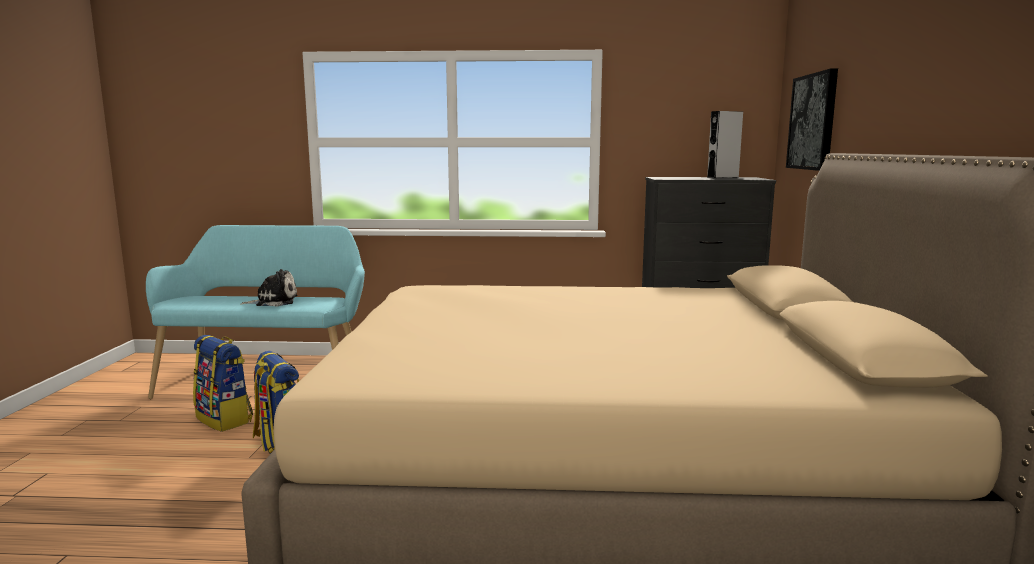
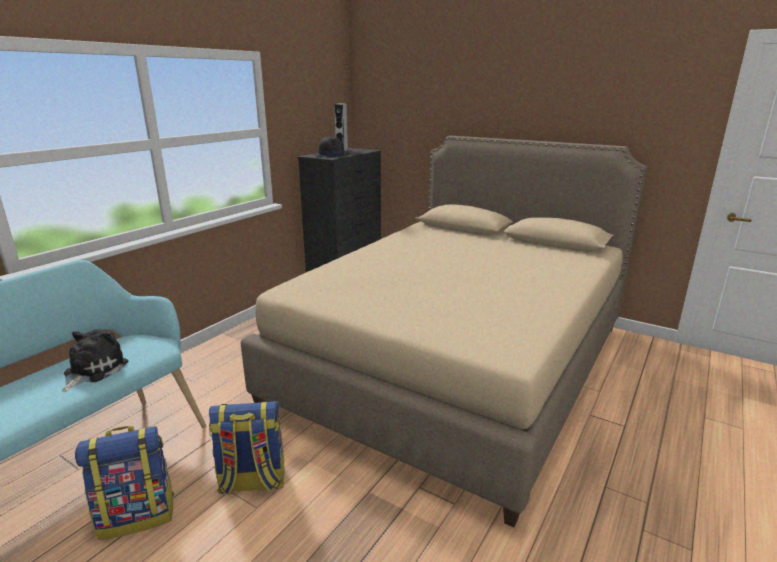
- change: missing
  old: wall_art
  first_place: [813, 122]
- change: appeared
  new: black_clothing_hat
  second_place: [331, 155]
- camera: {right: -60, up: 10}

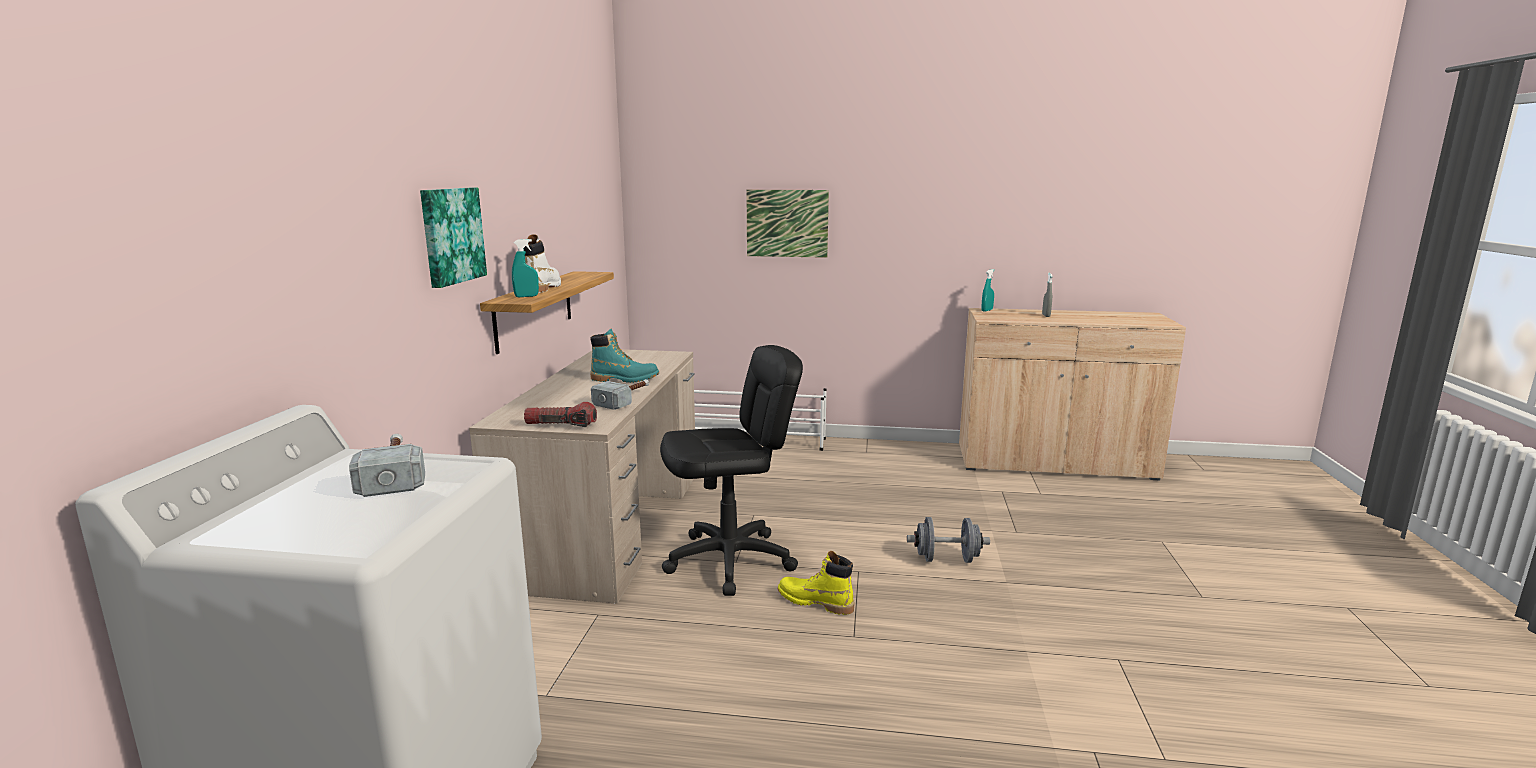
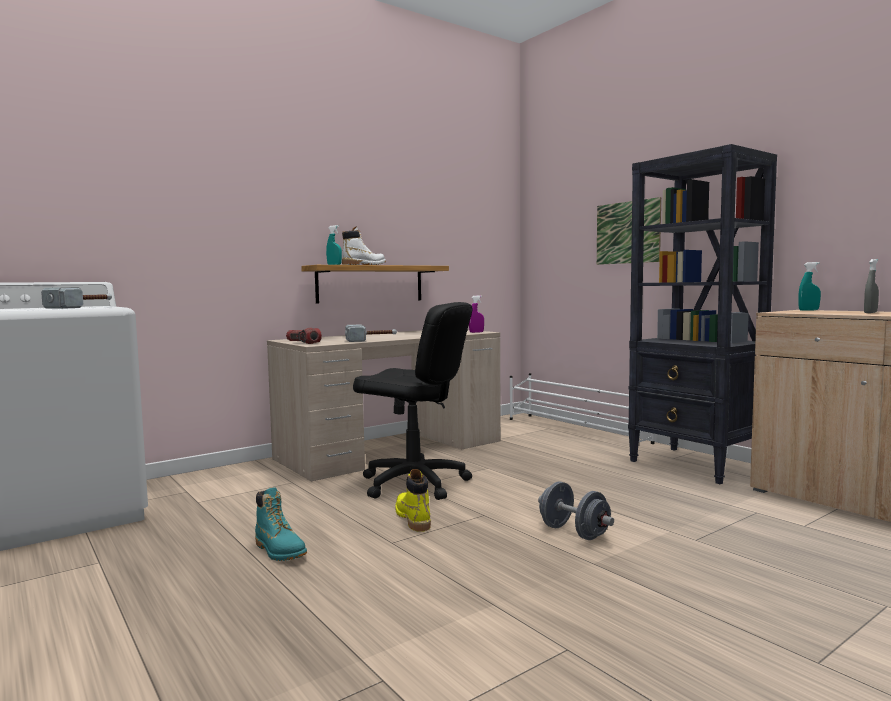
- change: missing
  old: wall_art
  first_place: [451, 235]
- change: appeared
  new: purple-coloured_spray_bottle
  second_place: [476, 332]
- change: appeared
  new: black_bookcase
  second_place: [695, 465]
- change: relocated
  old: turquoise_boot
  first_place: [625, 379]
  second_place: [280, 551]
- camera: {right: 45, up: -10}

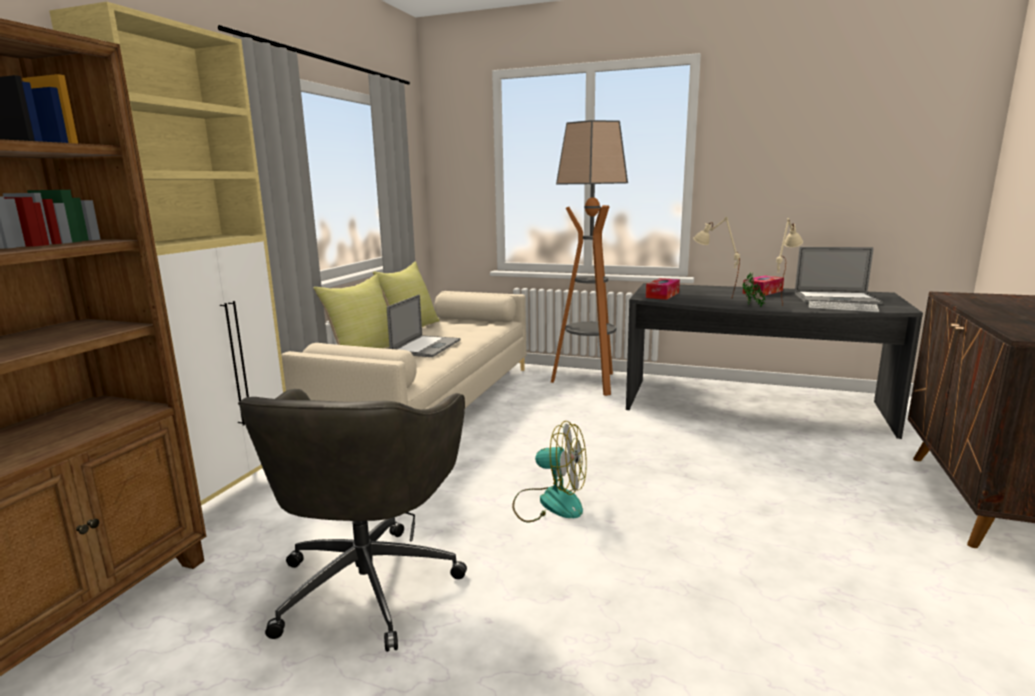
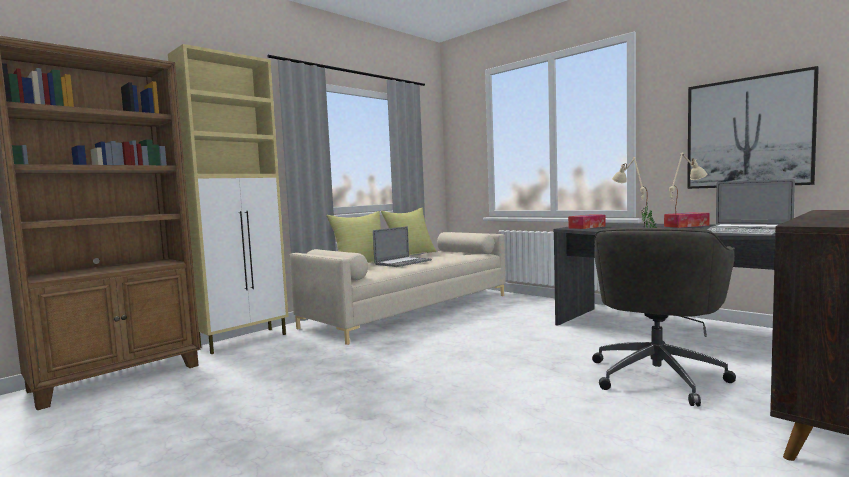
- change: missing
  old: electric_fan
  first_place: [550, 502]
- change: missing
  old: standard_lamp
  first_place: [589, 383]
- change: appeared
  new: wall_art
  second_place: [748, 133]
- change: relocated
  old: greyish_computer_chair
  first_place: [369, 582]
  second_place: [657, 376]
- camera: {right: 25, up: -10}

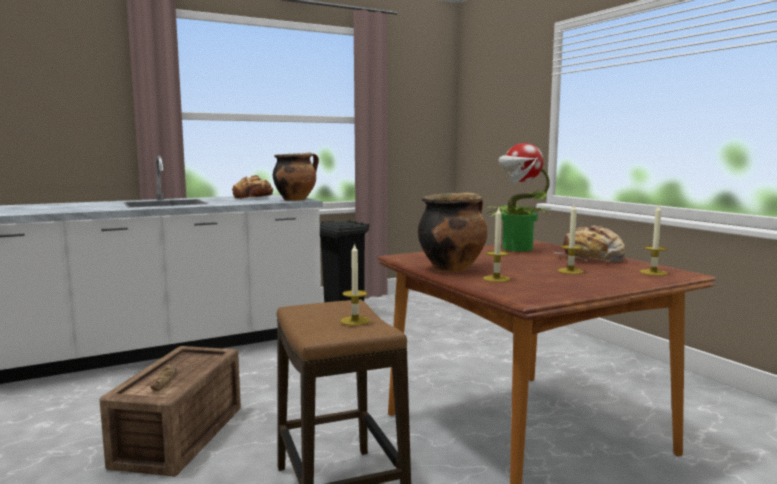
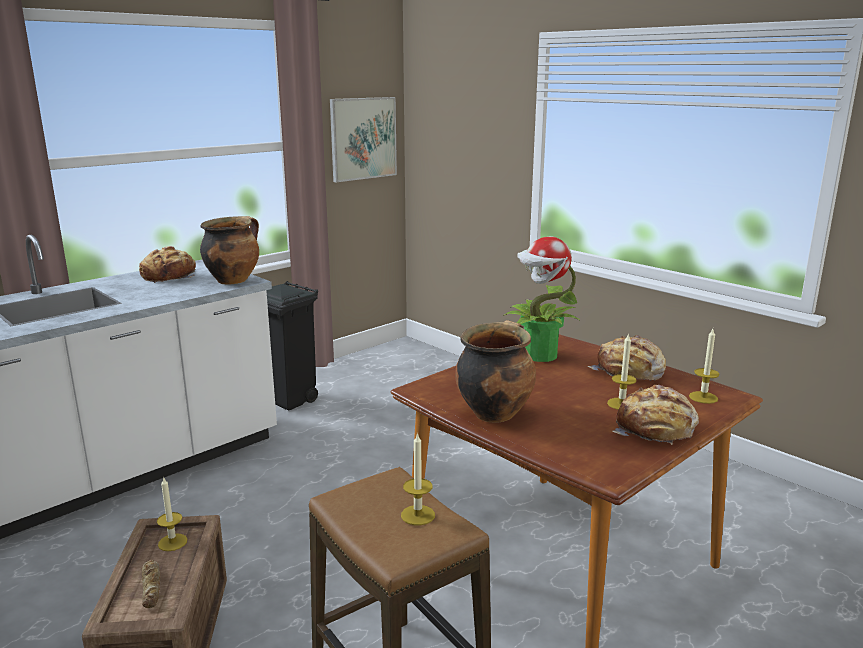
- change: appeared
  new: wall_art
  second_place: [363, 138]
- change: appeared
  new: bread
  second_place: [655, 429]
- change: relocated
  old: wax_candle
  first_place: [496, 279]
  second_place: [172, 542]
- camera: {right: -15, up: 10}

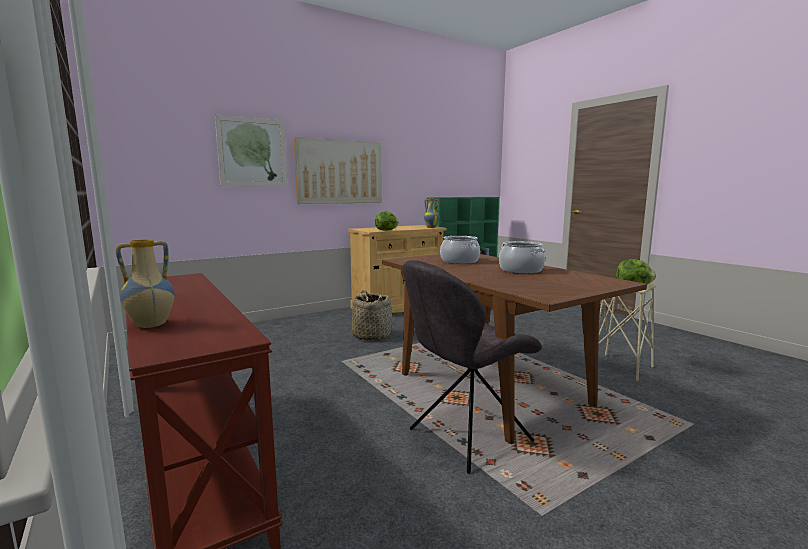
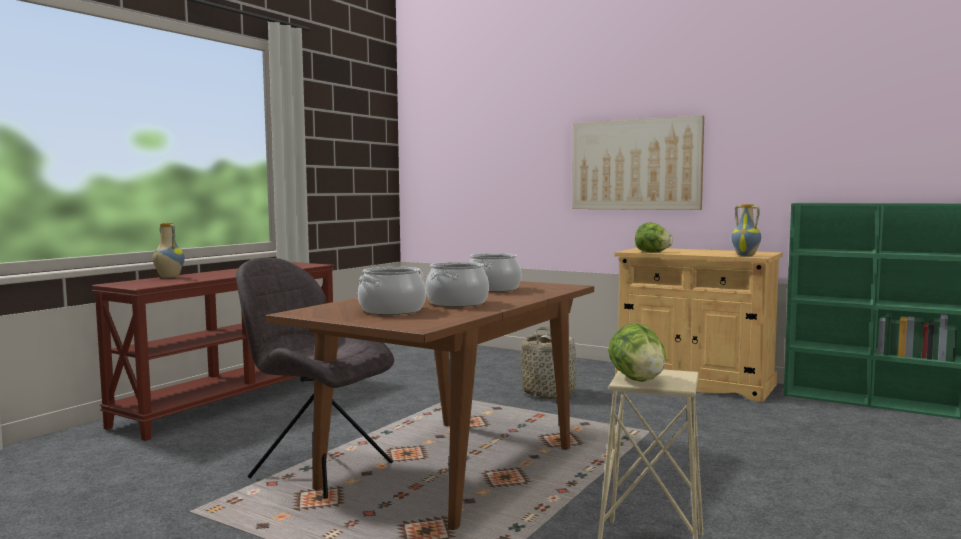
- change: missing
  old: wall_art
  first_place: [252, 152]
- change: appeared
  new: saucepot
  second_place: [392, 310]
- camera: {right: 65, up: -5}

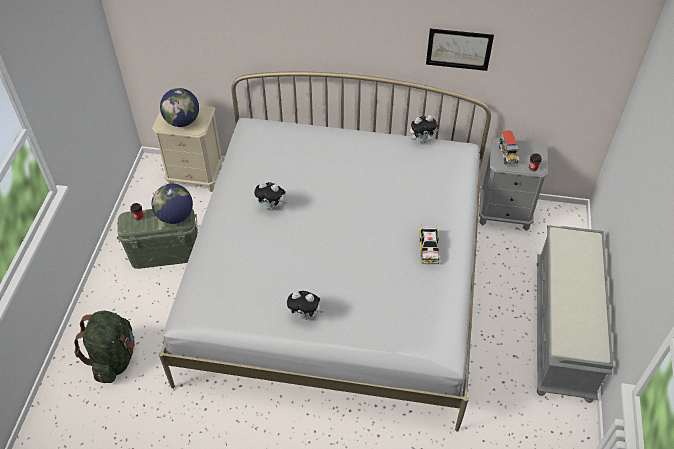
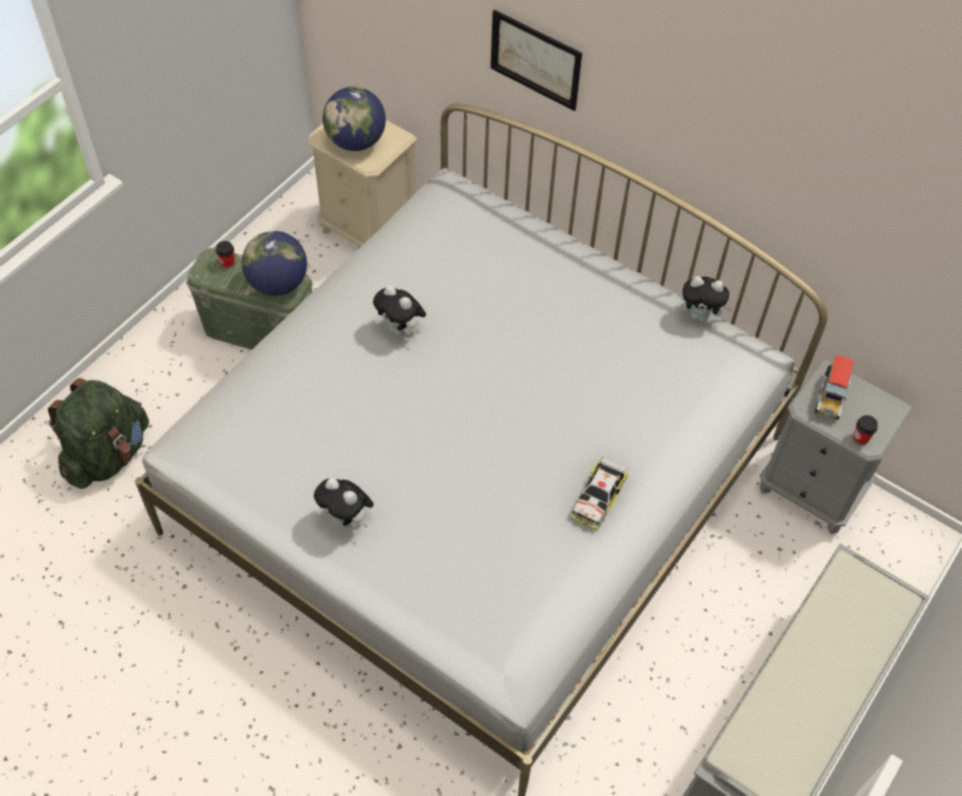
- change: relocated
  old: wall_art
  first_place: [459, 49]
  second_place: [535, 60]
- camera: {right: 25, up: 5}

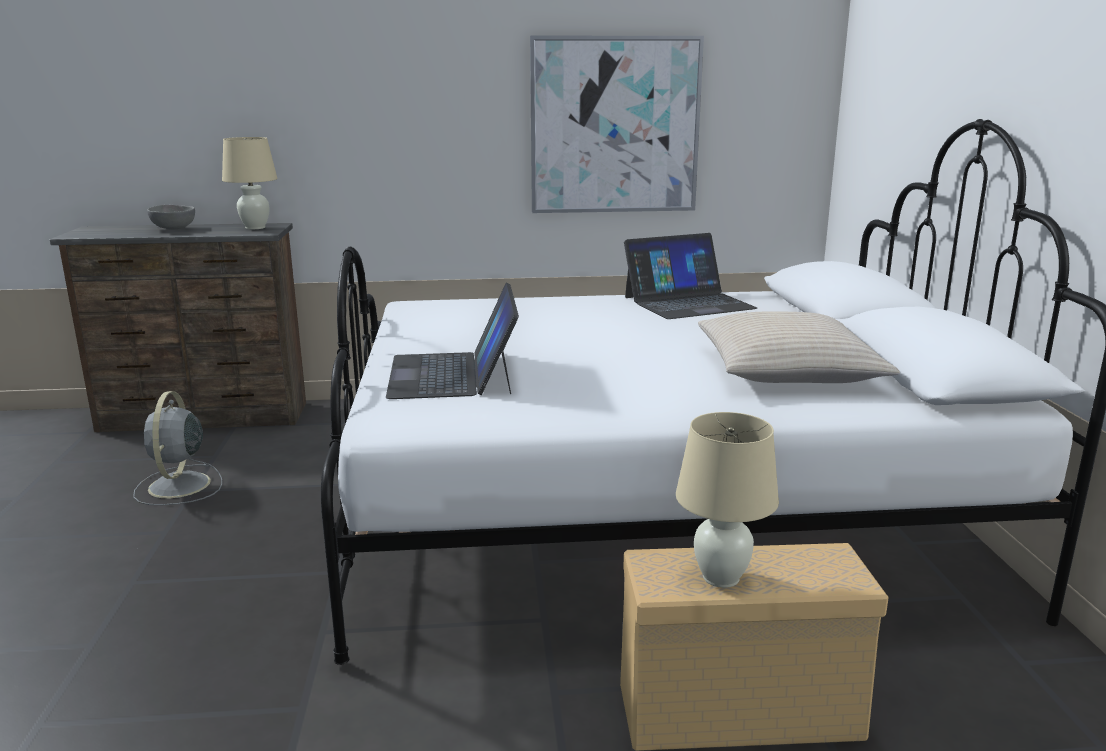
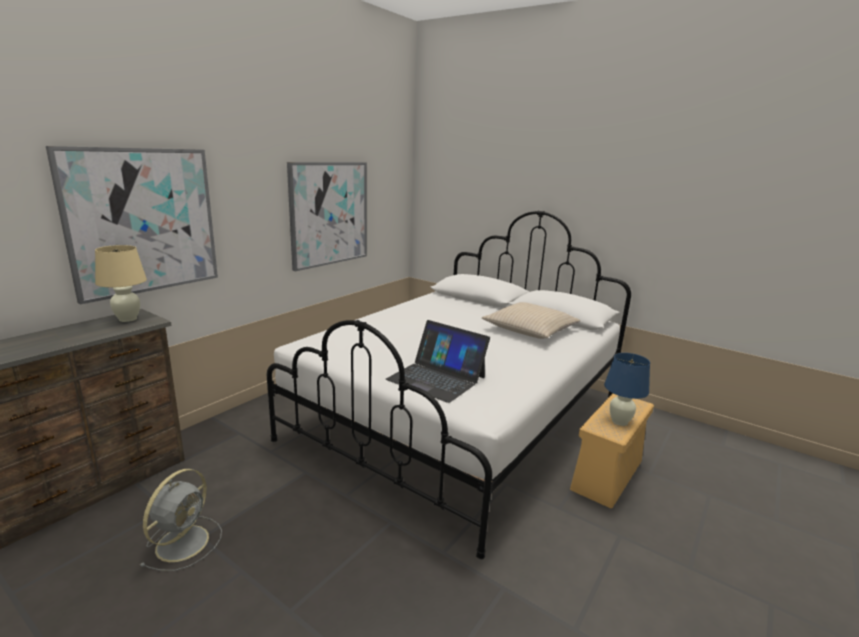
- change: missing
  old: greyish_bowl
  first_place: [174, 228]
- change: missing
  old: notebook_computer
  first_place: [688, 303]
- change: appeared
  new: wall_art
  second_place: [143, 221]
- change: colour
  old: beige_table_lamp
  new: blue-coloured_table_lamp
  first_place: [720, 577]
  second_place: [619, 422]
- change: spun
  old: greyish_electric_fan
  first_place: [178, 486]
  second_place: [184, 541]
  degrees: -105
- camera: {right: -50, up: 0}

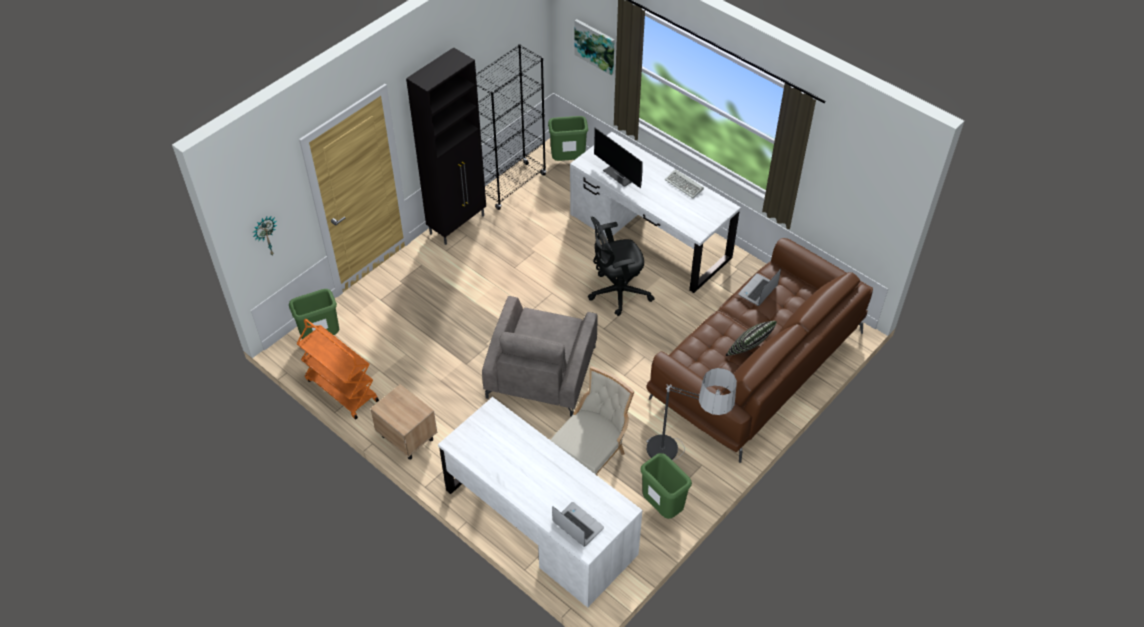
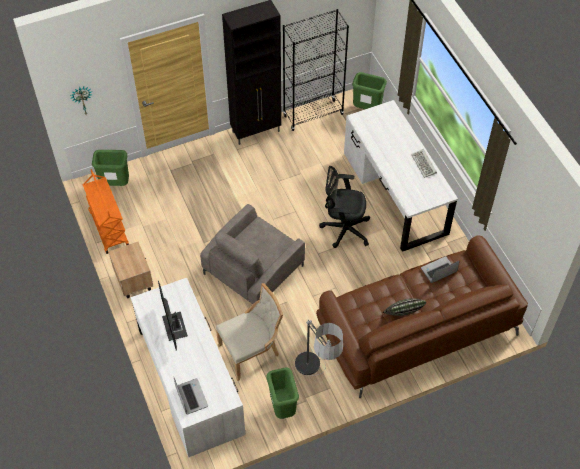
- change: missing
  old: wall_art
  first_place: [595, 46]
- change: relocated
  old: computer_screen
  first_place: [621, 175]
  second_place: [175, 327]
- camera: {right: 25, up: 5}

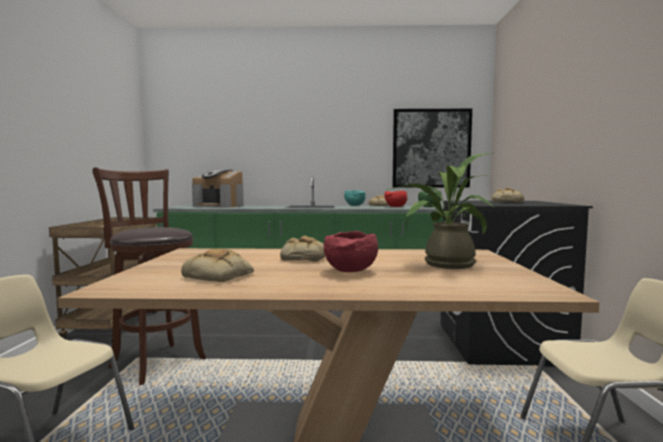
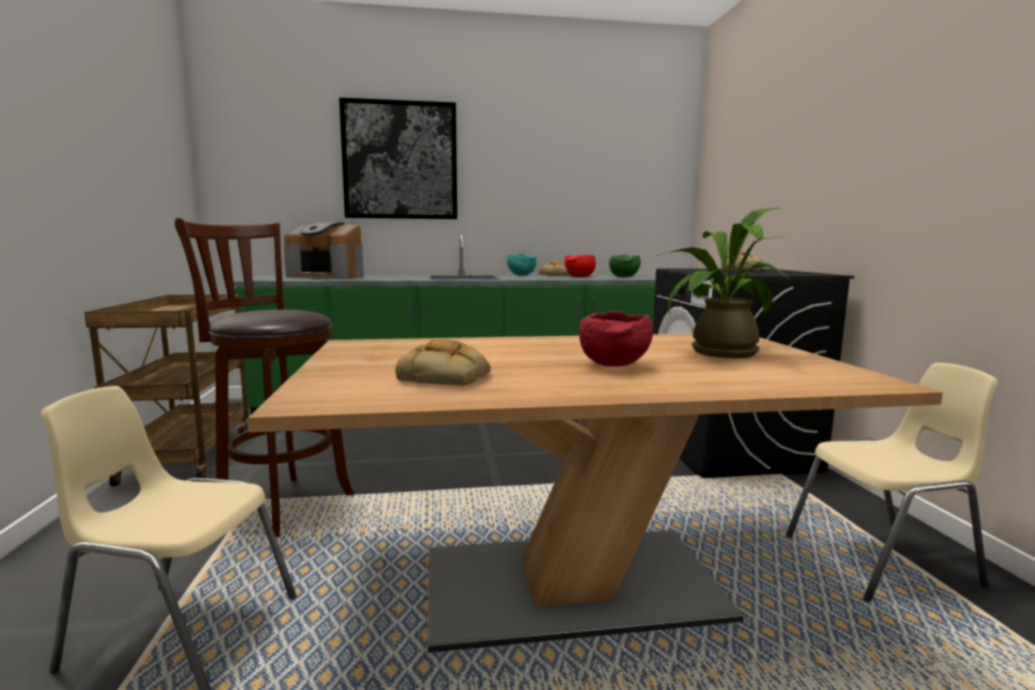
- change: missing
  old: bread
  first_place: [304, 257]
- change: relocated
  old: wall_art
  first_place: [431, 148]
  second_place: [400, 161]
- camera: {right: -10, up: 5}

